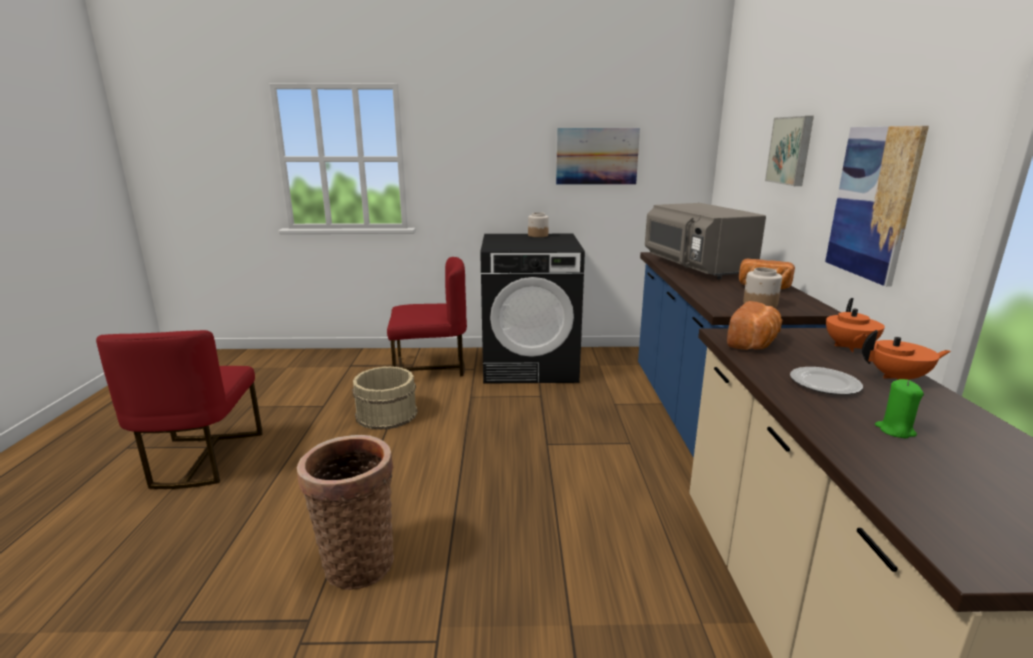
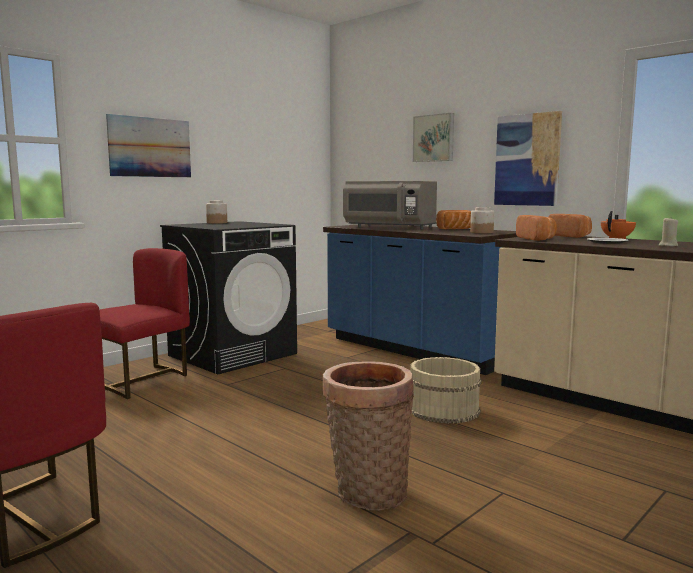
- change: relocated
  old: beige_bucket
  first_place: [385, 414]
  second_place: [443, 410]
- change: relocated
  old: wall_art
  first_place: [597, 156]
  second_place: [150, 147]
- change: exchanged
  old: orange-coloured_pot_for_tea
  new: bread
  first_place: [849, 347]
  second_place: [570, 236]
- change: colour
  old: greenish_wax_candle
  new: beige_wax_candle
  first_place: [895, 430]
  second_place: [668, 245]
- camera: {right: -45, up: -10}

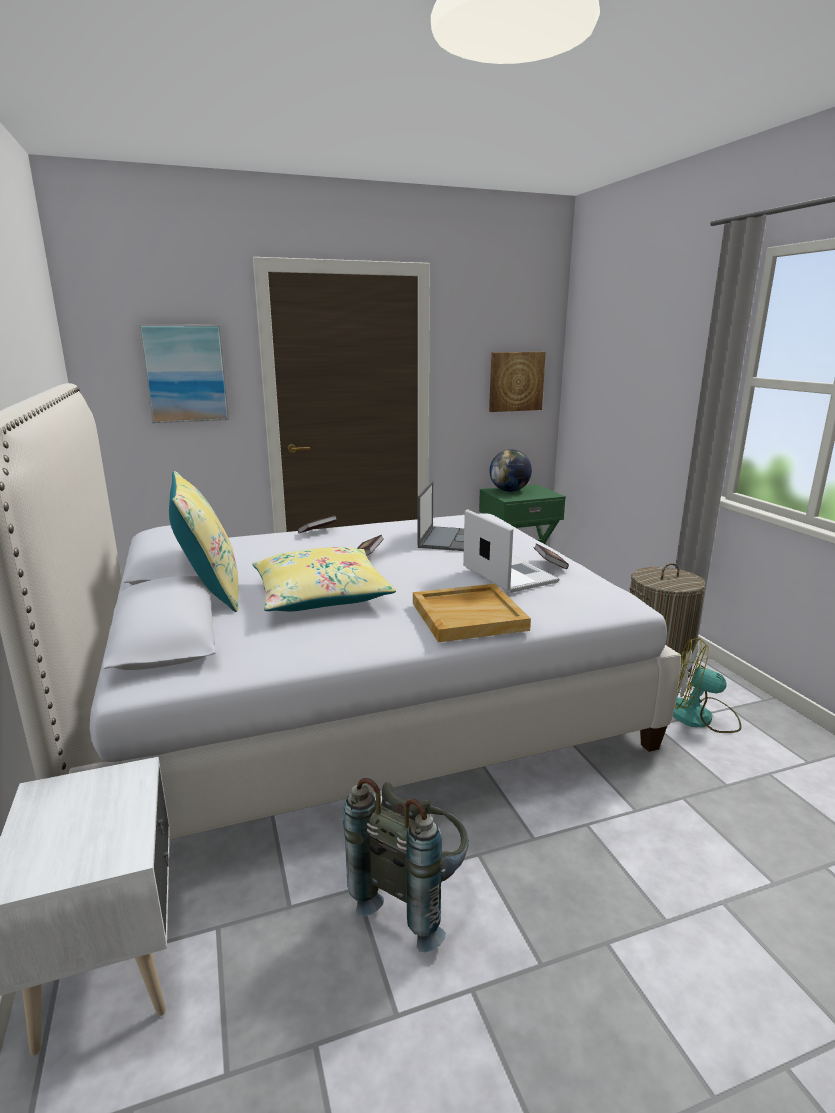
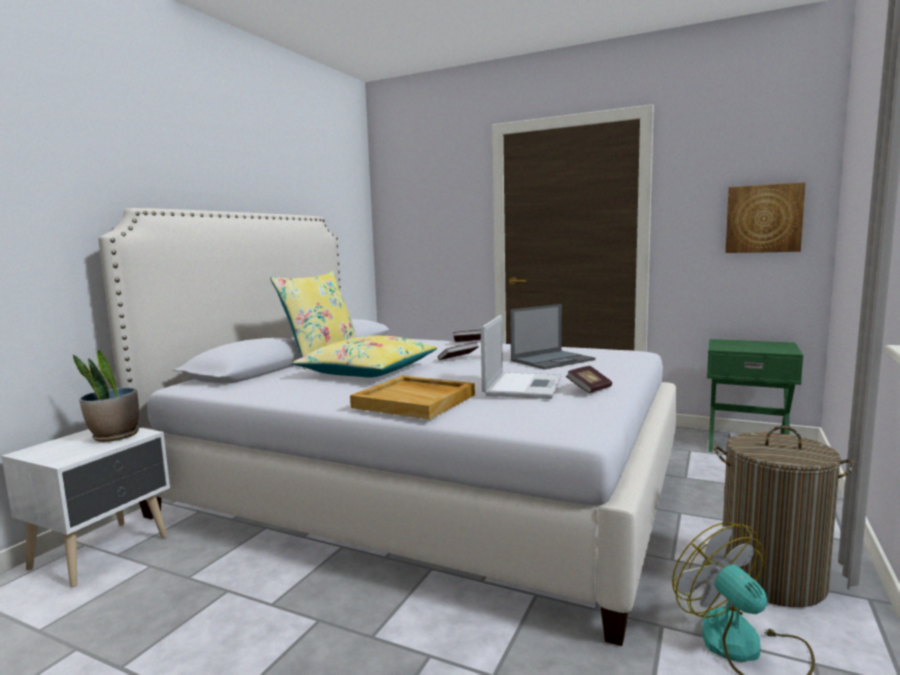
- change: missing
  old: wall_art
  first_place: [185, 373]
- change: missing
  old: greyish_rucksack
  first_place: [413, 896]
- change: missing
  old: desk_globe
  first_place: [509, 491]
- change: appeared
  new: plant_in_a_pot
  second_place: [114, 436]
- camera: {right: 45, up: -10}

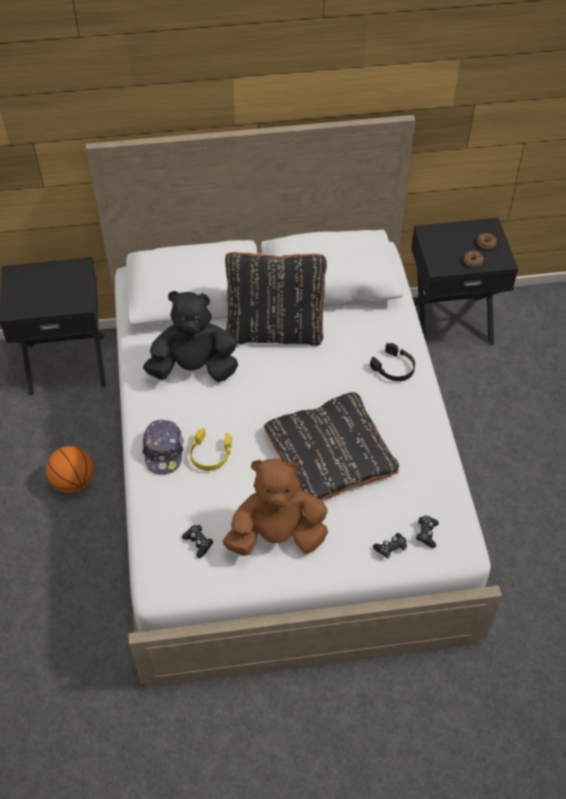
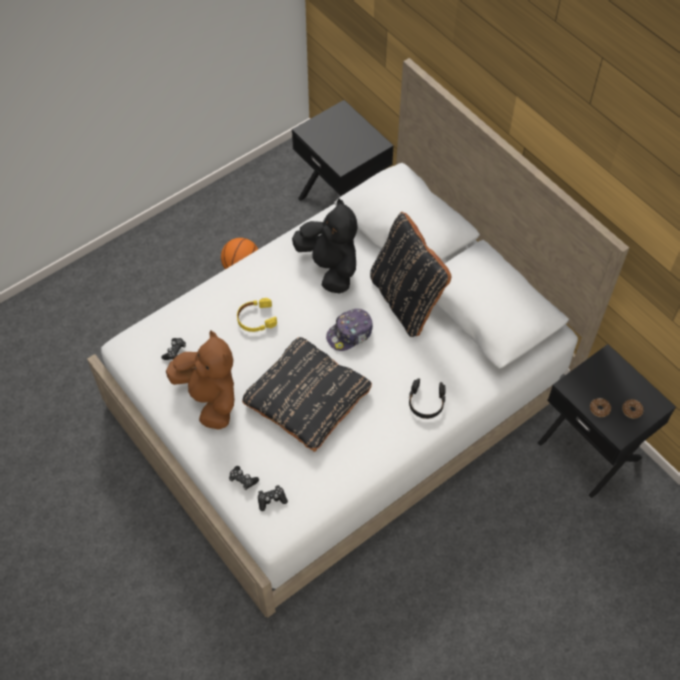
- change: relocated
  old: peaked_cap
  first_place: [164, 451]
  second_place: [350, 334]
- camera: {right: 60, up: 5}

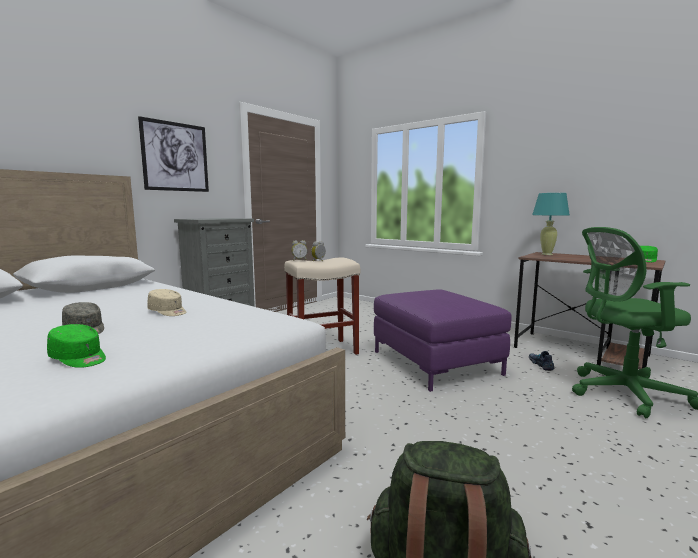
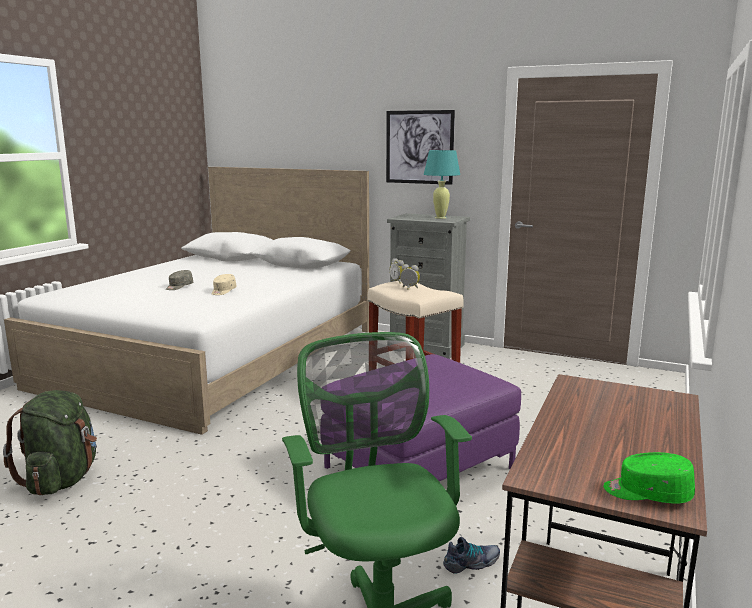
- change: missing
  old: greenish_peaked_cap
  first_place: [79, 358]
- change: relocated
  old: turquoise_table_lamp
  first_place: [547, 254]
  second_place: [440, 218]
- camera: {right: 75, up: 5}

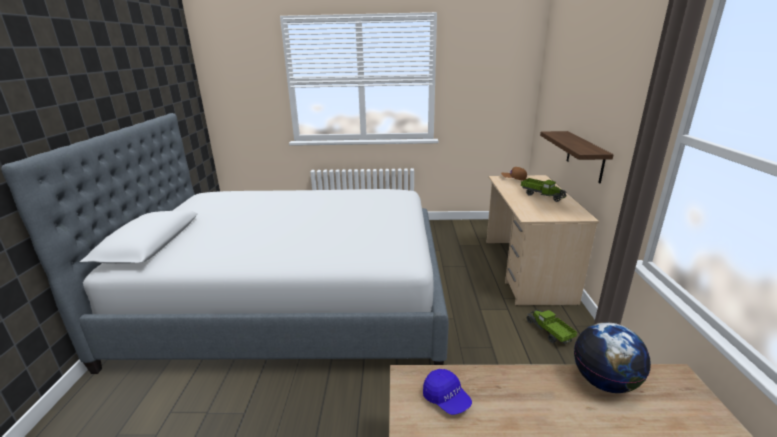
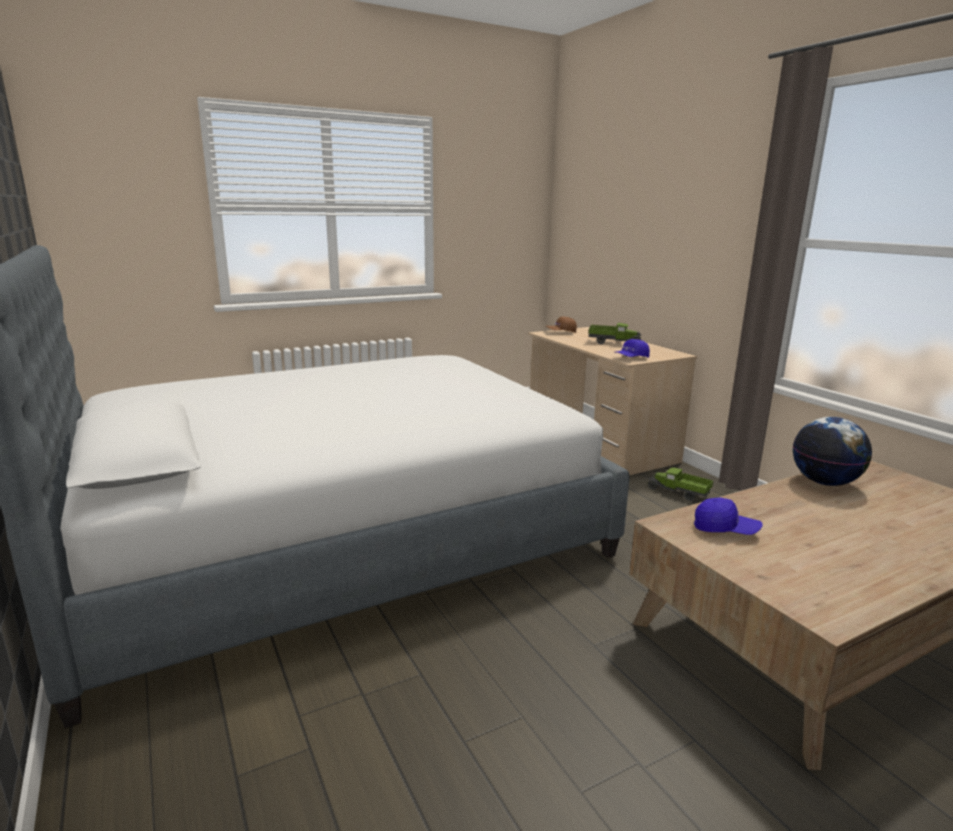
- change: missing
  old: shelf
  first_place: [585, 156]
- change: appeared
  new: blue-coloured_peaked_cap
  second_place: [631, 358]
- camera: {right: -30, up: -5}

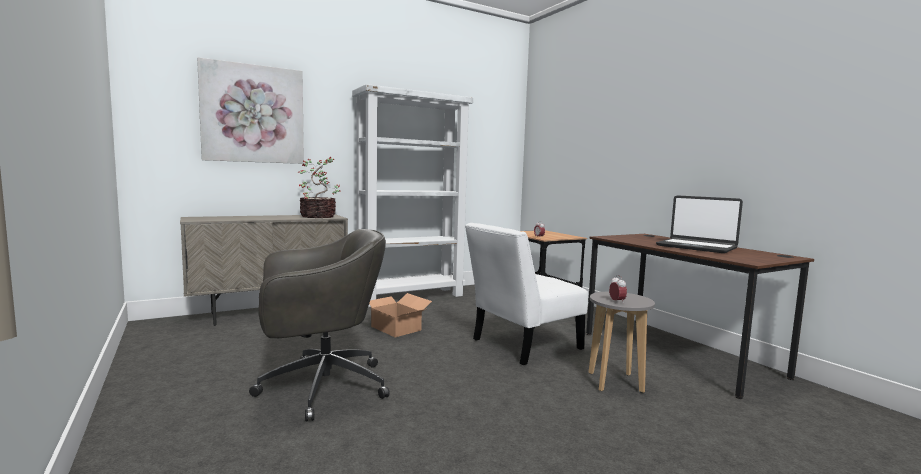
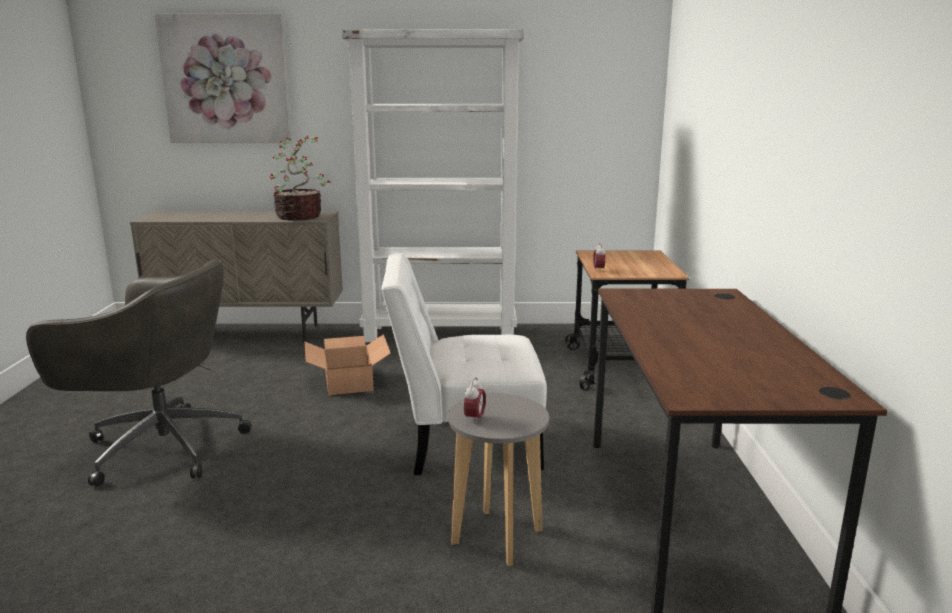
- change: missing
  old: notebook_computer
  first_place: [696, 247]
- camera: {right: 30, up: 10}

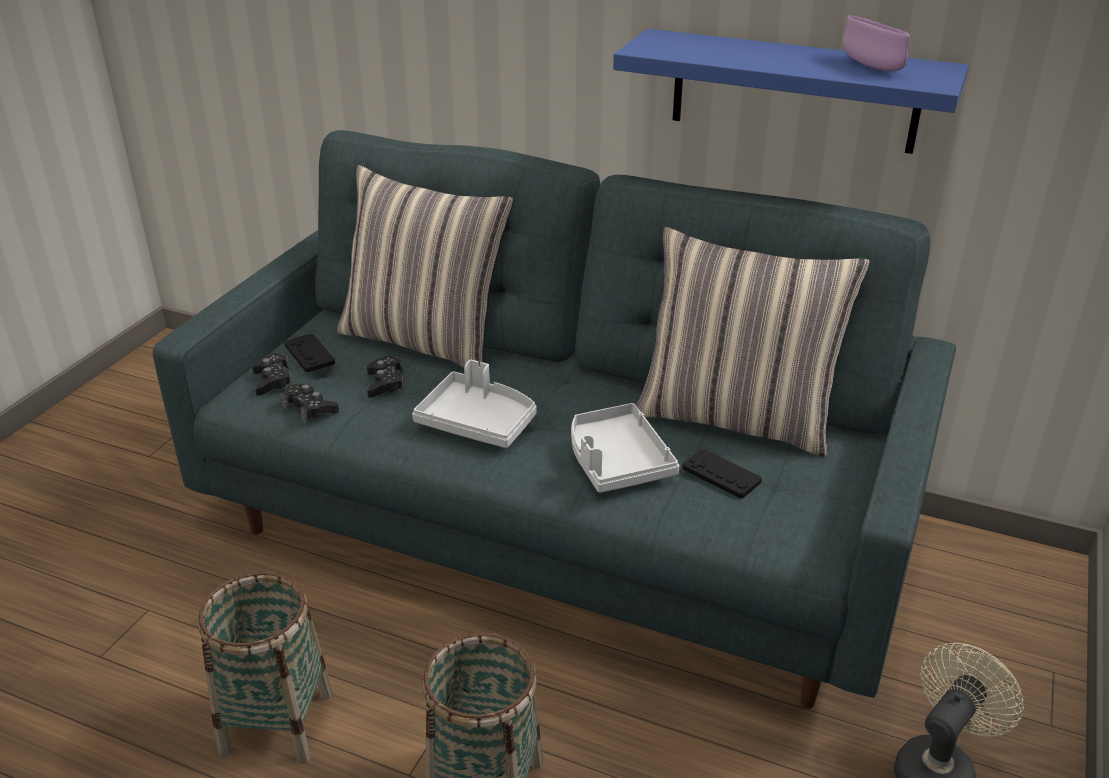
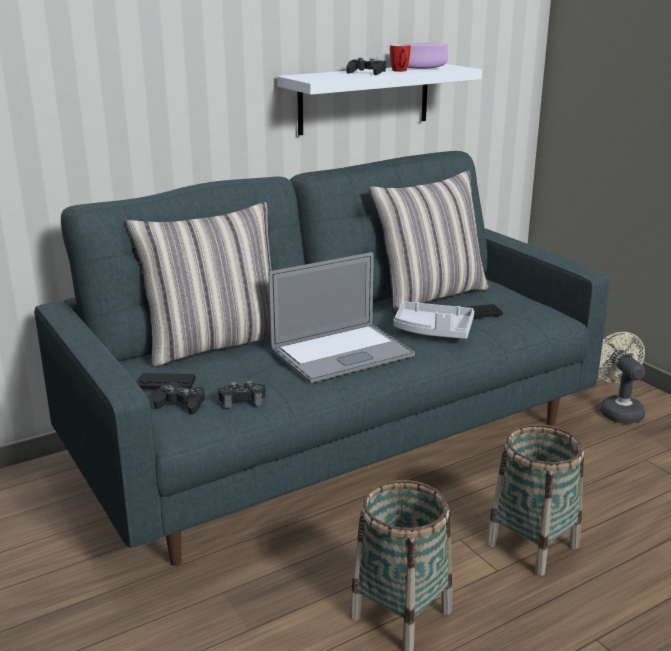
- change: appeared
  new: tea_mug
  second_place: [400, 71]
- change: relocated
  old: black_joypad
  first_place: [385, 383]
  second_place: [367, 73]
- change: exchanged
  old: greyish_carrying_tray
  new: notebook_computer
  first_place: [478, 422]
  second_place: [342, 353]
- change: colour
  old: blue-coloured_shelf
  new: whitish_shelf
  first_place: [794, 91]
  second_place: [364, 98]
- camera: {right: -55, up: -10}

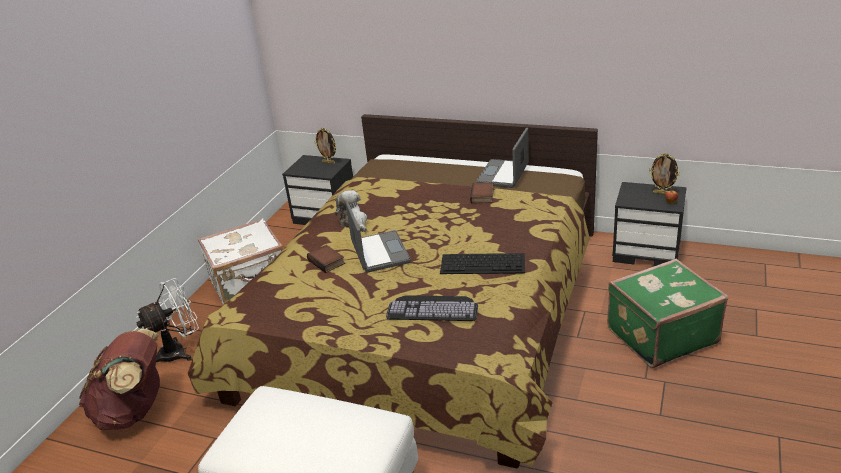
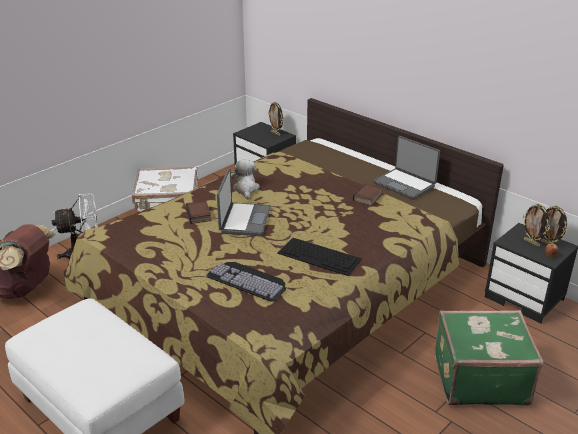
- change: appeared
  new: photo_frame
  second_place: [532, 243]
- change: spun
  old: notebook_computer
  first_place: [504, 174]
  second_place: [405, 184]
  degrees: -90
- camera: {right: 20, up: 0}

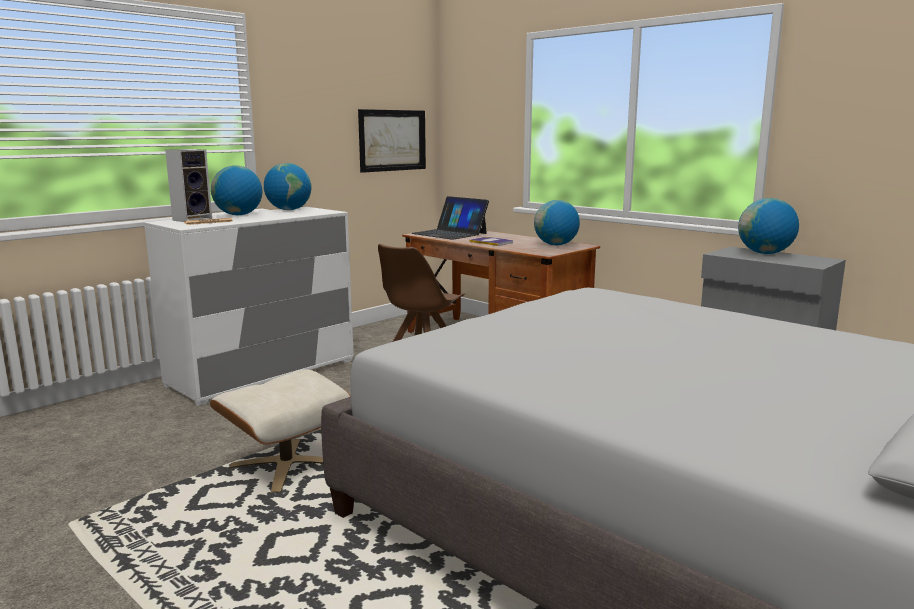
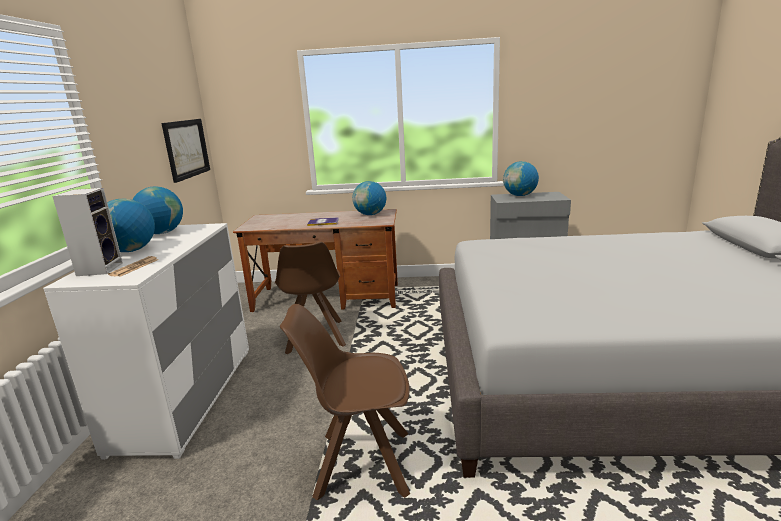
- change: missing
  old: notebook_computer
  first_place: [450, 233]
- change: exchanged
  old: beige_pouffe
  new: brownish_chair
  first_place: [286, 464]
  second_place: [360, 463]
- camera: {right: -40, up: 5}

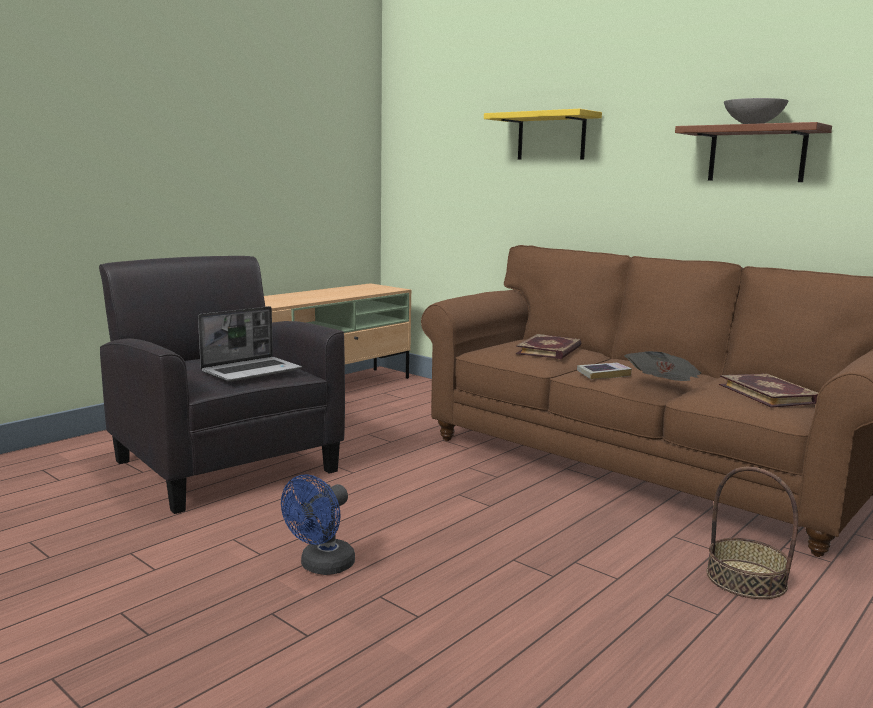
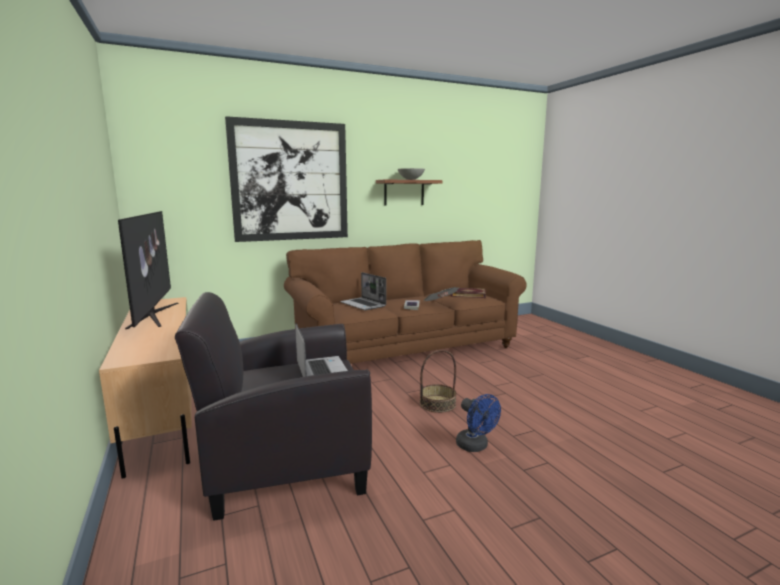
- change: appeared
  new: television
  second_place: [153, 315]
- change: relocated
  old: basket
  first_place: [746, 579]
  second_place: [437, 404]
- change: exchanged
  old: yellowish_shelf
  new: wall_art
  first_place: [551, 137]
  second_place: [290, 181]
- change: exchanged
  old: bound_book
  new: notebook_computer
  first_place: [550, 350]
  second_place: [363, 305]
- camera: {right: -65, up: 0}

